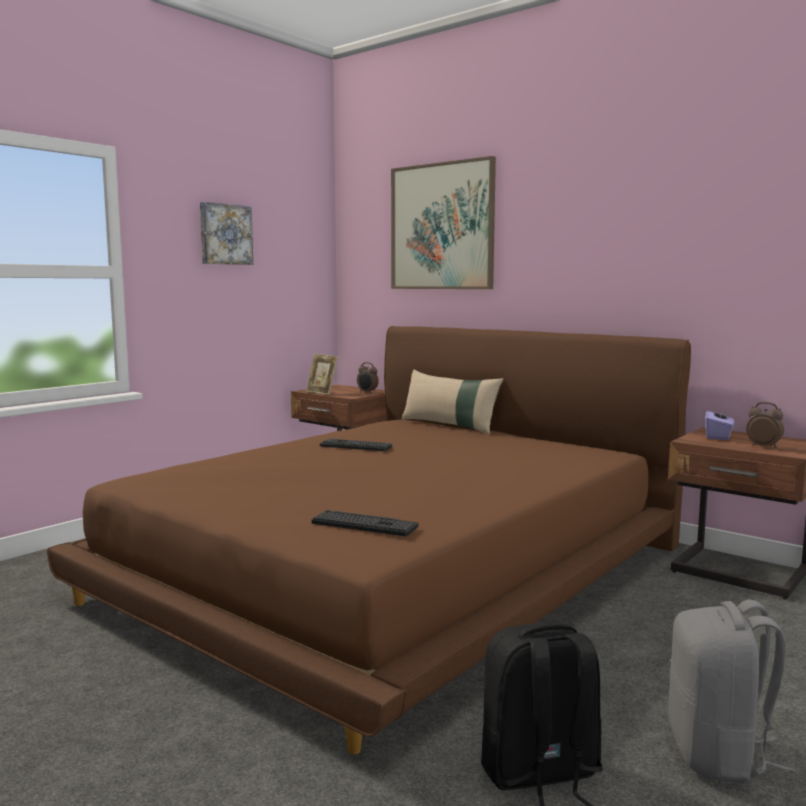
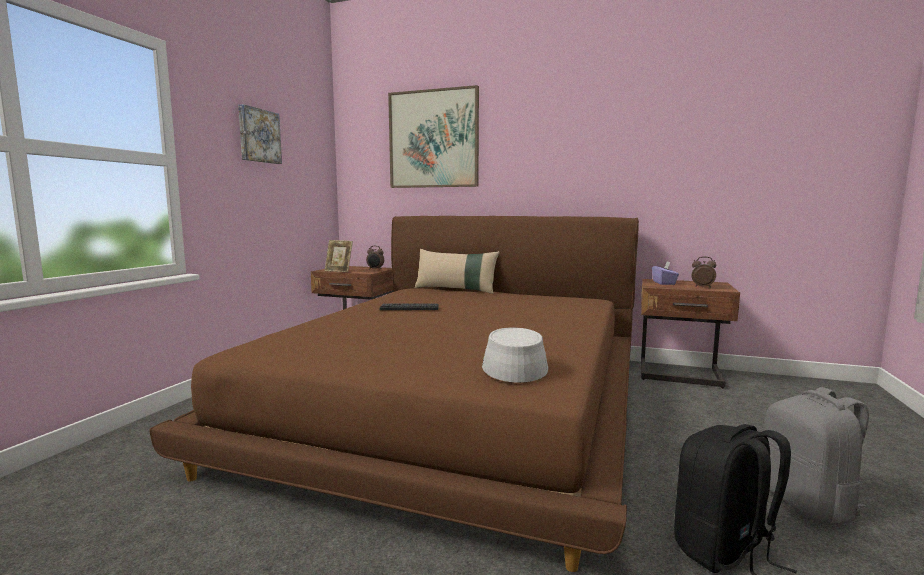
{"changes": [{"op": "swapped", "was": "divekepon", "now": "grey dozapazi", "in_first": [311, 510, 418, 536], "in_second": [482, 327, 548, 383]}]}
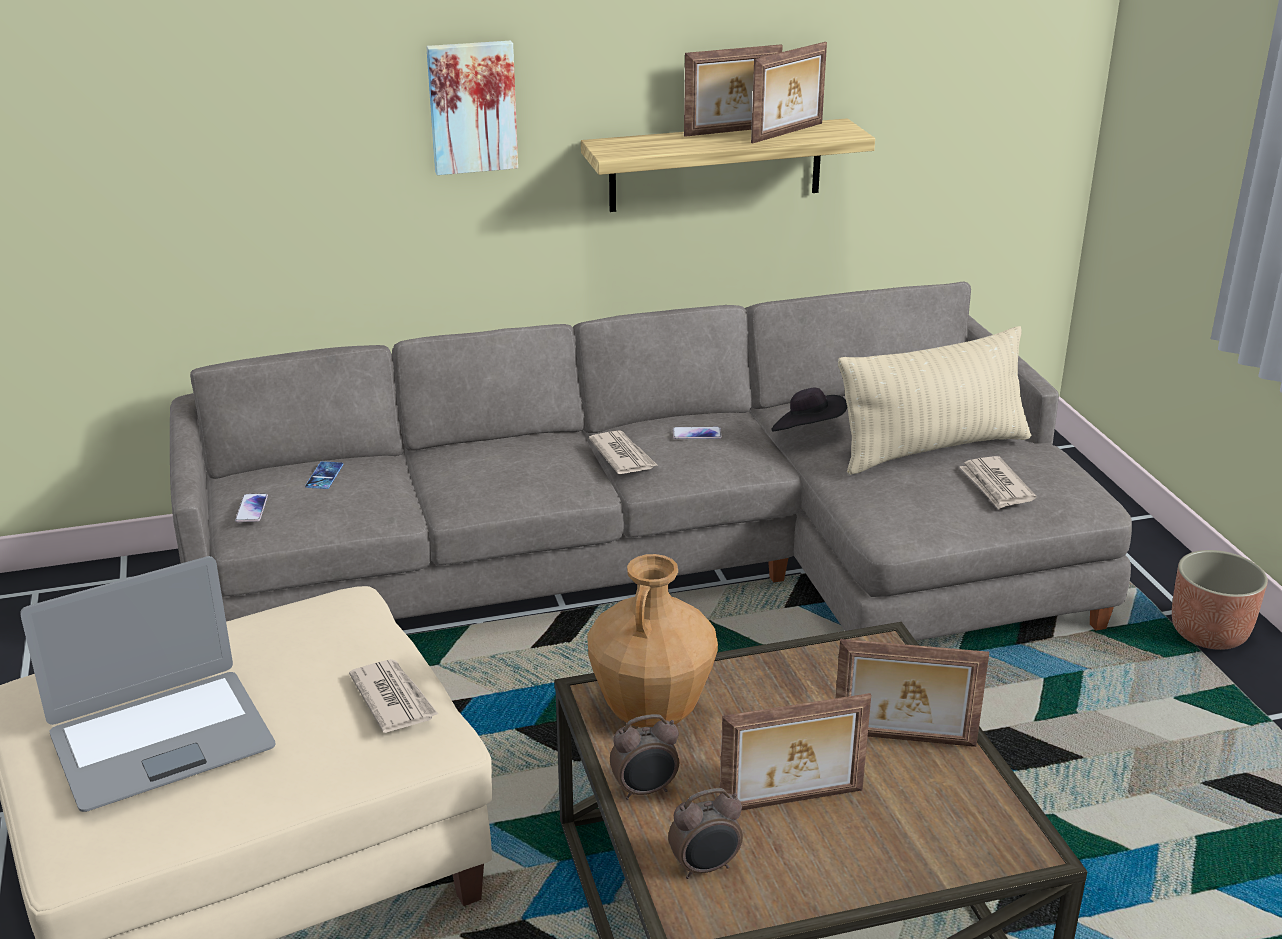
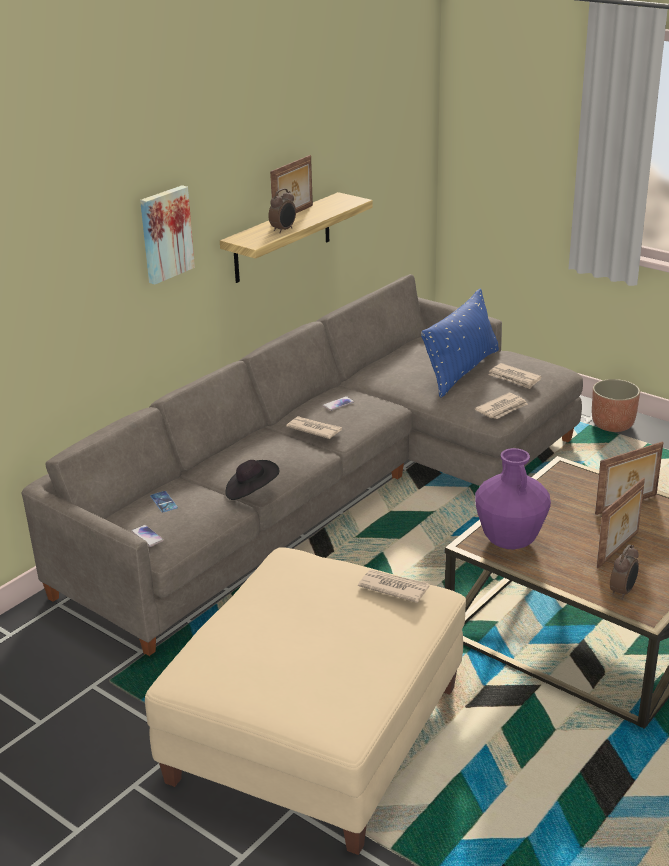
{"changes": [{"op": "gone", "was": "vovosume", "in_first": [20, 556, 276, 812]}, {"op": "repainted", "was": "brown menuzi", "now": "purple menuzi", "in_first": [587, 554, 718, 727], "in_second": [475, 448, 551, 549]}, {"op": "shifted", "was": "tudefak", "in_first": [610, 714, 679, 800], "in_second": [268, 188, 296, 234]}, {"op": "gone", "was": "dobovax", "in_first": [751, 42, 827, 144]}, {"op": "shifted", "was": "black dozapazi", "in_first": [771, 388, 847, 431], "in_second": [225, 460, 279, 500]}, {"op": "repainted", "was": "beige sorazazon", "now": "blue sorazazon", "in_first": [838, 326, 1031, 475], "in_second": [421, 288, 499, 398]}, {"op": "new", "now": "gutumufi", "in_second": [475, 393, 528, 419]}]}
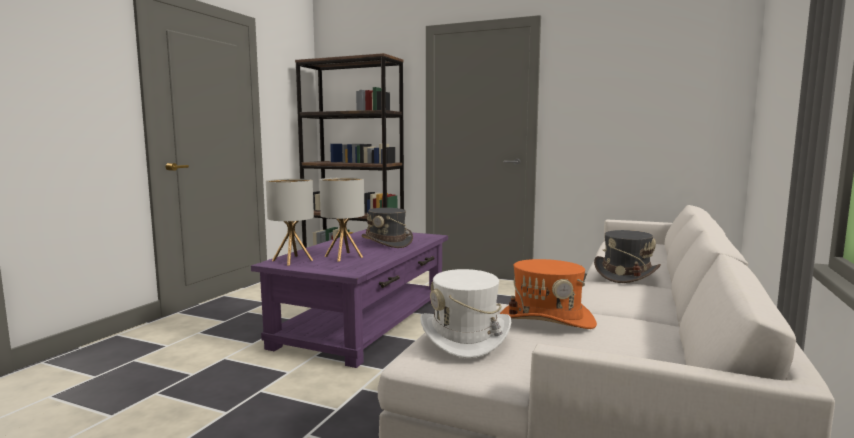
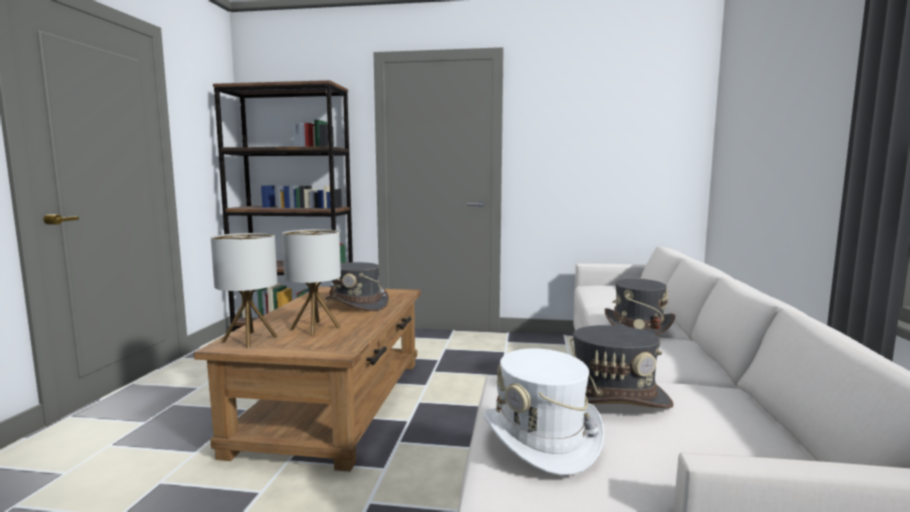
{"changes": [{"op": "repainted", "was": "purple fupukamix", "now": "brown fupukamix", "in_first": [251, 229, 448, 368], "in_second": [194, 287, 421, 472]}, {"op": "repainted", "was": "orange dozapazi", "now": "grey dozapazi", "in_first": [500, 259, 597, 329], "in_second": [570, 325, 674, 408]}]}
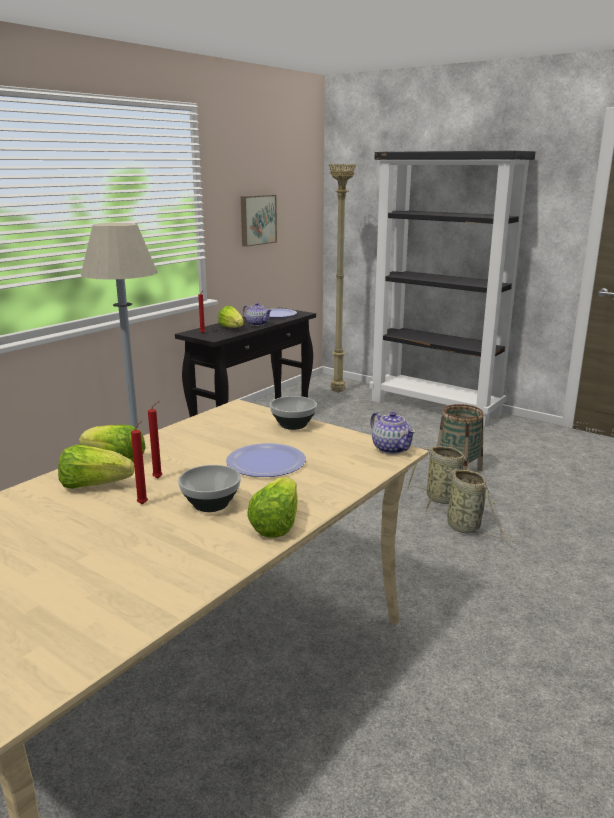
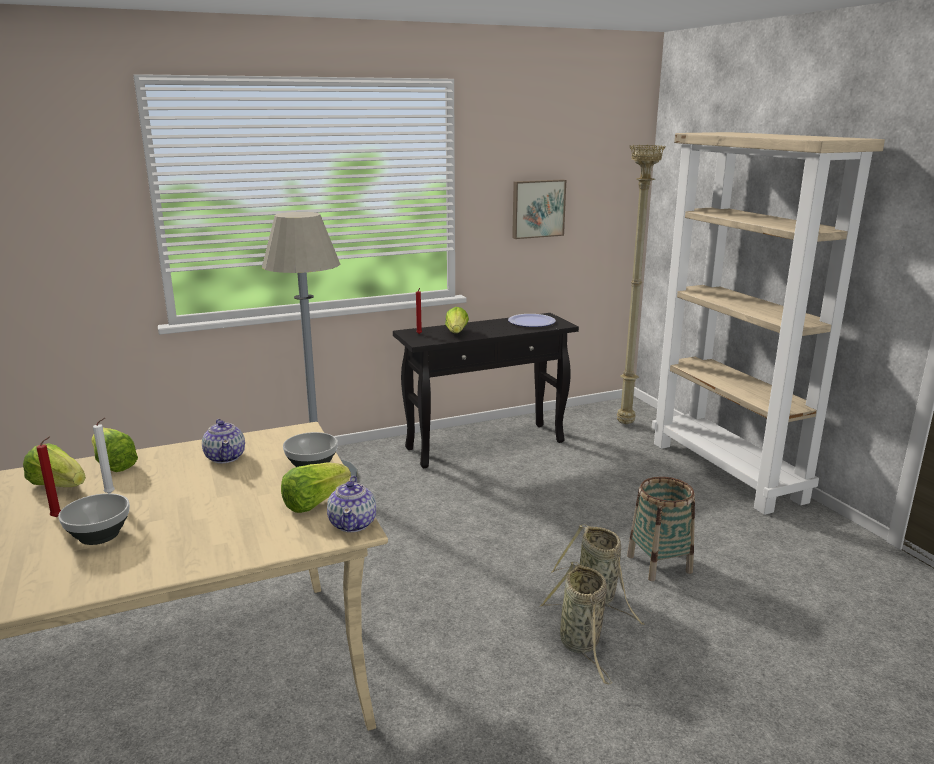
{"changes": [{"op": "repainted", "was": "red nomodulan", "now": "white nomodulan", "in_first": [148, 401, 163, 478], "in_second": [93, 418, 115, 493]}, {"op": "gone", "was": "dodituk", "in_first": [226, 443, 306, 477]}, {"op": "shifted", "was": "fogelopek", "in_first": [243, 302, 272, 326], "in_second": [202, 419, 245, 463]}, {"op": "shifted", "was": "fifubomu", "in_first": [247, 477, 298, 538], "in_second": [281, 462, 351, 513]}, {"op": "repainted", "was": "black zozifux", "now": "beige zozifux", "in_first": [369, 150, 535, 427], "in_second": [652, 132, 885, 515]}]}
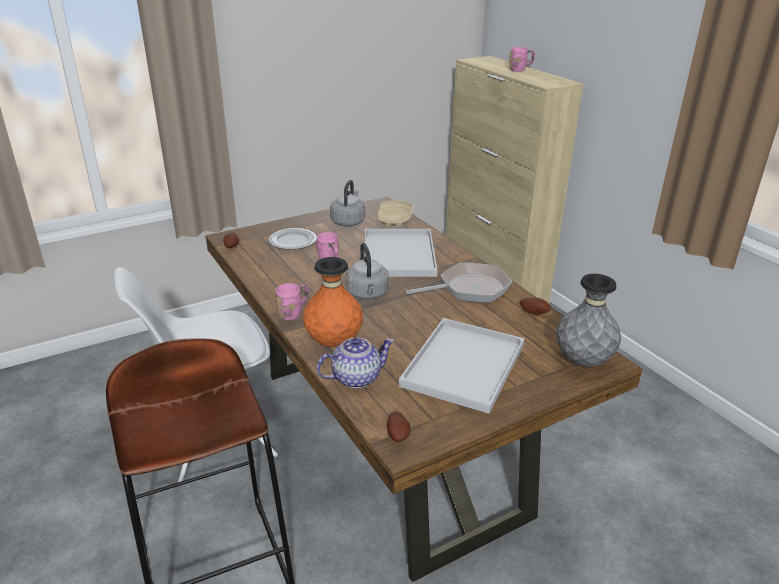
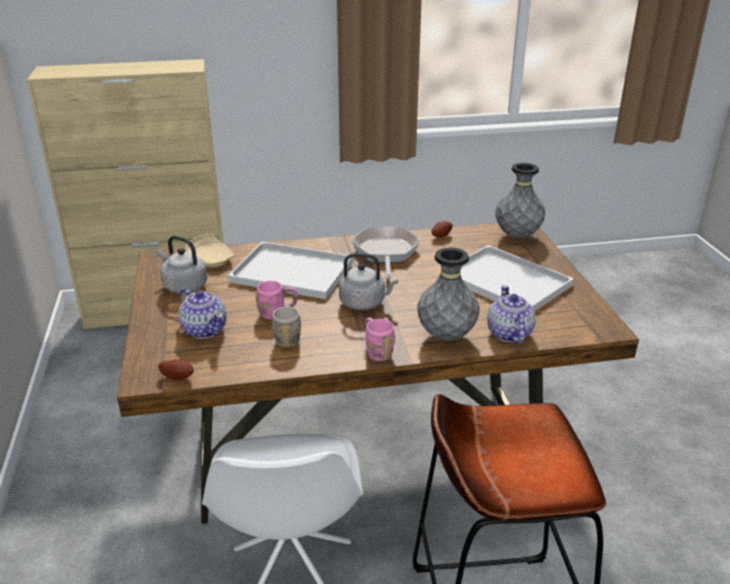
{"changes": [{"op": "swapped", "was": "dodituk", "now": "fogelopek", "in_first": [269, 228, 317, 250], "in_second": [178, 288, 227, 339]}, {"op": "repainted", "was": "orange menuzi", "now": "grey menuzi", "in_first": [303, 257, 363, 347], "in_second": [417, 248, 480, 341]}, {"op": "gone", "was": "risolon", "in_first": [387, 411, 411, 442]}, {"op": "gone", "was": "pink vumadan", "in_first": [509, 47, 535, 72]}, {"op": "new", "now": "grey vumadan", "in_second": [272, 304, 302, 348]}]}
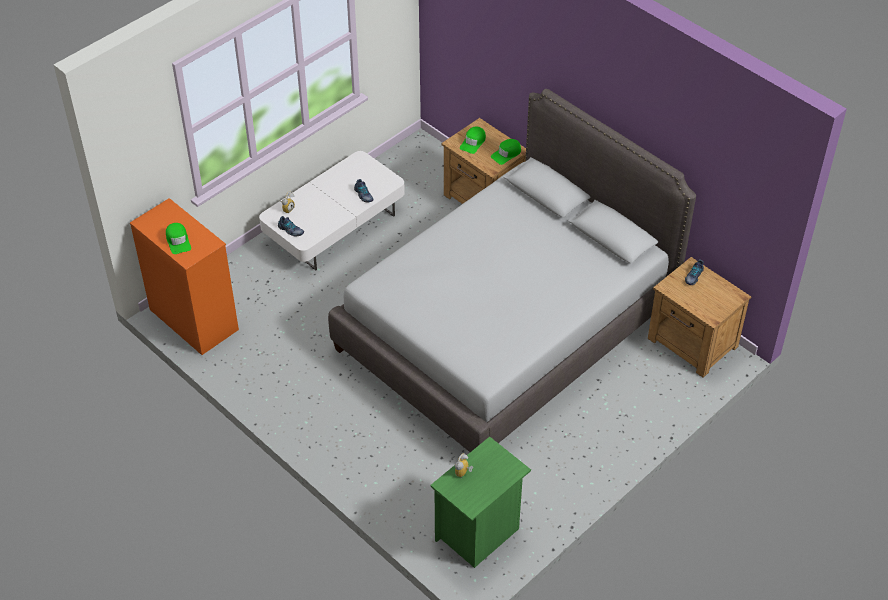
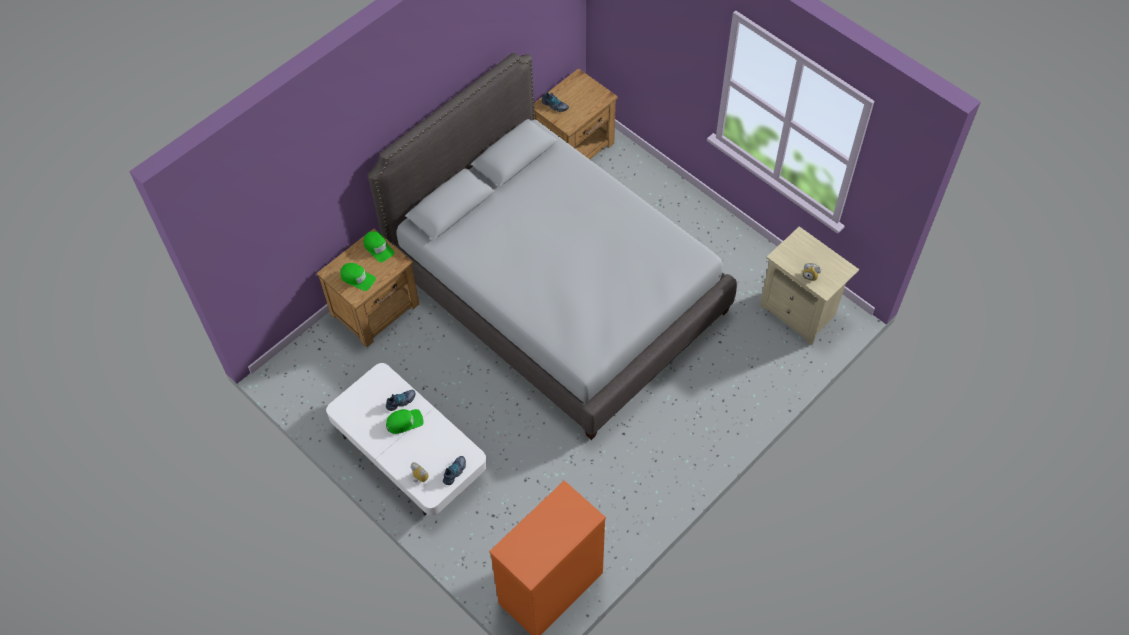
{"changes": [{"op": "shifted", "was": "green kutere", "in_first": [166, 223, 191, 254], "in_second": [386, 409, 424, 434]}, {"op": "repainted", "was": "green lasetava", "now": "beige lasetava", "in_first": [430, 437, 531, 568], "in_second": [759, 226, 859, 345]}]}
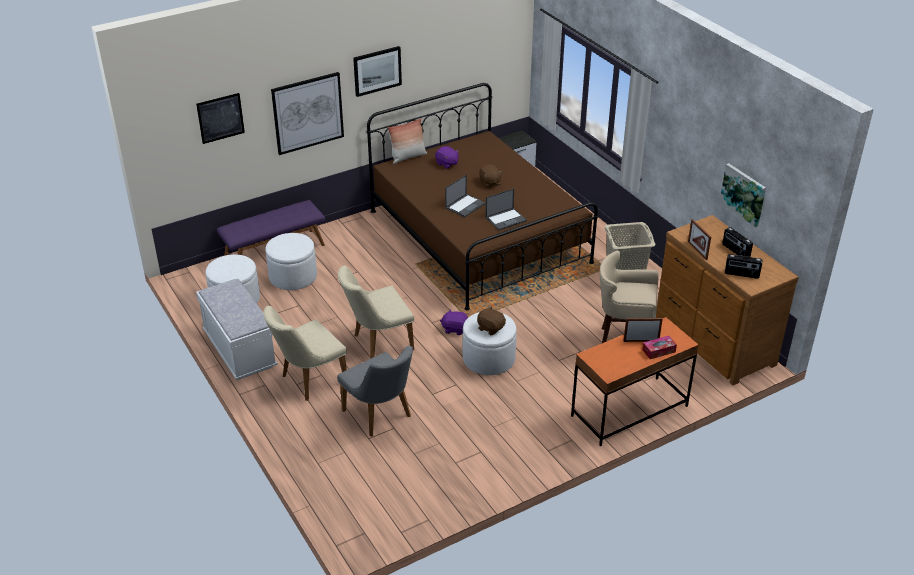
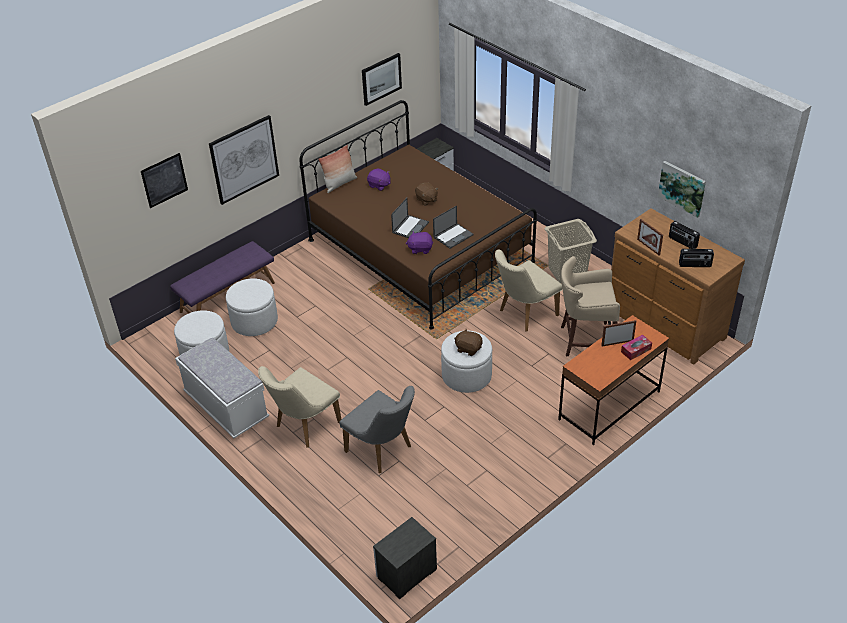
{"changes": [{"op": "shifted", "was": "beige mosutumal", "in_first": [338, 266, 414, 359], "in_second": [495, 250, 562, 332]}, {"op": "shifted", "was": "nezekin", "in_first": [353, 46, 402, 97], "in_second": [362, 53, 402, 106]}, {"op": "shifted", "was": "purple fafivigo", "in_first": [440, 310, 468, 335], "in_second": [406, 231, 433, 254]}, {"op": "new", "now": "lasetava", "in_second": [373, 517, 437, 599]}]}
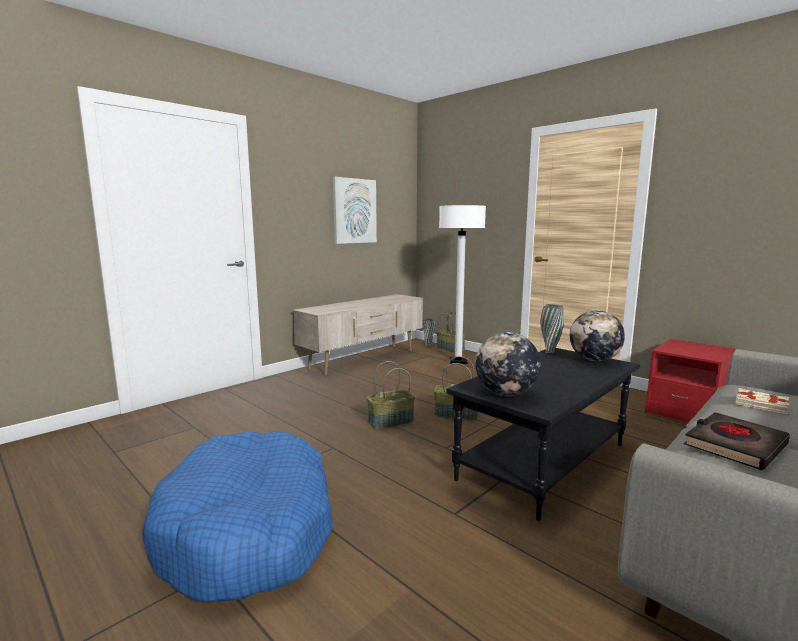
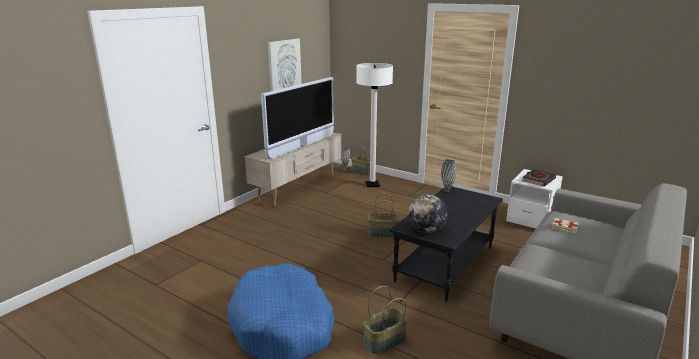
{"changes": [{"op": "shifted", "was": "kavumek", "in_first": [367, 361, 415, 429], "in_second": [363, 286, 408, 354]}, {"op": "gone", "was": "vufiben", "in_first": [570, 310, 625, 361]}, {"op": "repainted", "was": "red lasetava", "now": "white lasetava", "in_first": [645, 339, 735, 423], "in_second": [506, 169, 563, 229]}, {"op": "shifted", "was": "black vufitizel", "in_first": [684, 412, 790, 470], "in_second": [522, 169, 556, 187]}, {"op": "new", "now": "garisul", "in_second": [261, 77, 334, 159]}]}
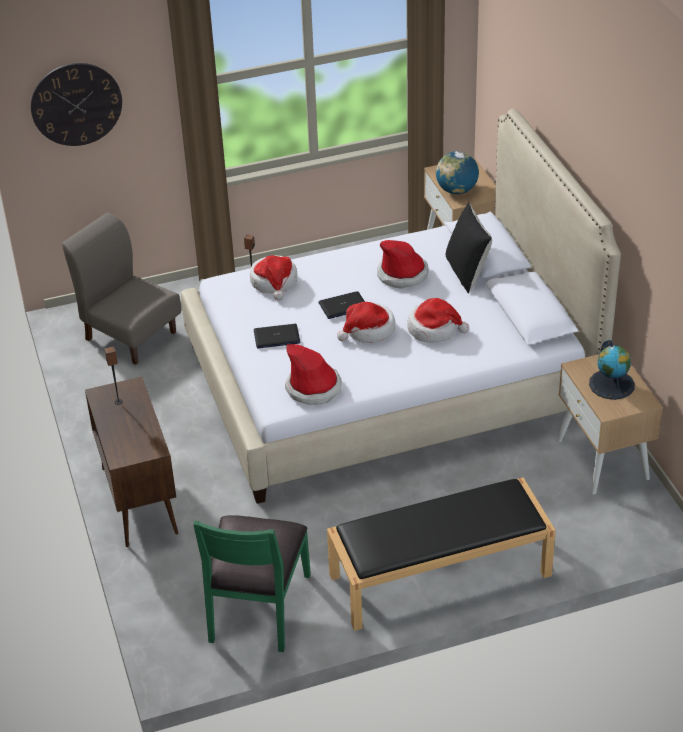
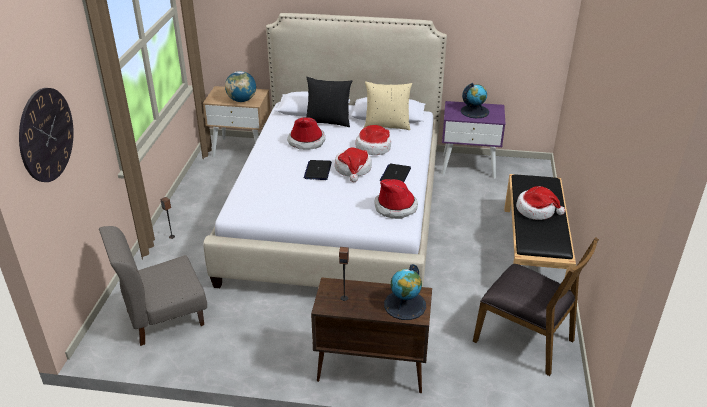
{"changes": [{"op": "repainted", "was": "green mosutumal", "now": "brown mosutumal", "in_first": [193, 515, 311, 652], "in_second": [473, 237, 599, 376]}, {"op": "shifted", "was": "dozapazi", "in_first": [250, 255, 298, 301], "in_second": [516, 186, 565, 220]}, {"op": "shifted", "was": "vovosume", "in_first": [254, 324, 300, 348], "in_second": [380, 163, 411, 182]}, {"op": "repainted", "was": "beige lasetava", "now": "purple lasetava", "in_first": [557, 354, 663, 494], "in_second": [442, 101, 505, 179]}, {"op": "new", "now": "beige sorazazon", "in_second": [364, 81, 412, 130]}, {"op": "new", "now": "vufiben", "in_second": [384, 264, 426, 320]}]}
